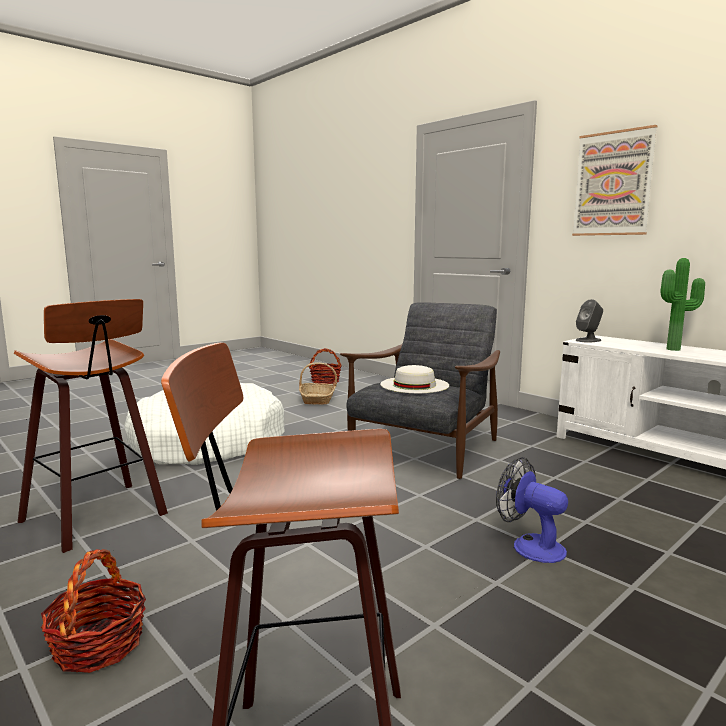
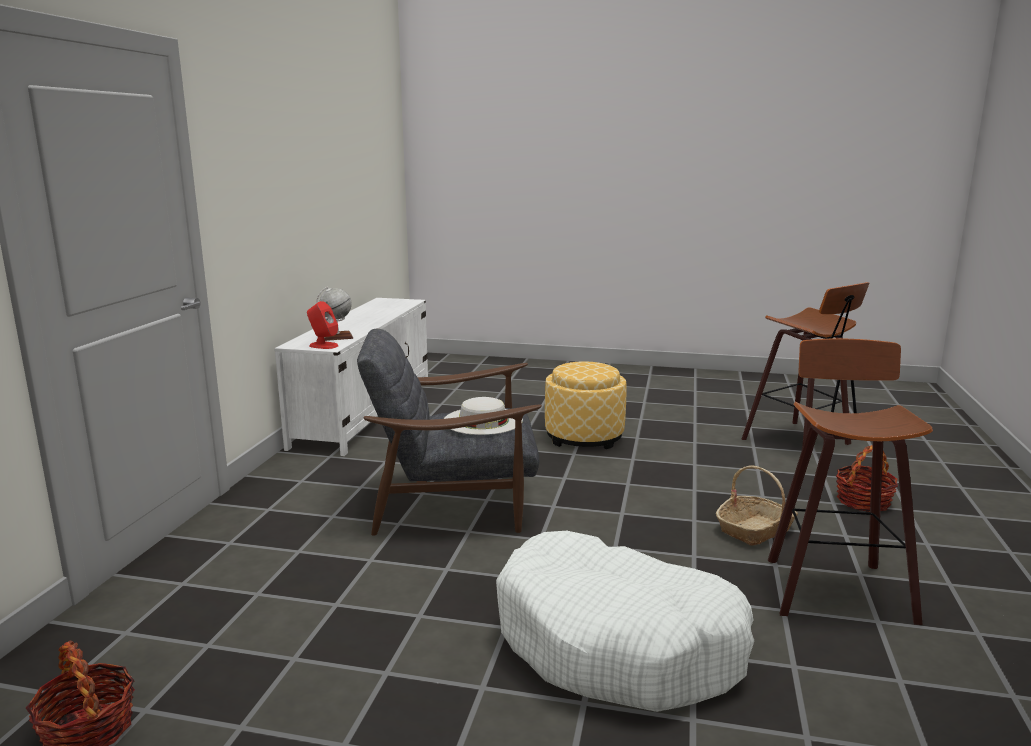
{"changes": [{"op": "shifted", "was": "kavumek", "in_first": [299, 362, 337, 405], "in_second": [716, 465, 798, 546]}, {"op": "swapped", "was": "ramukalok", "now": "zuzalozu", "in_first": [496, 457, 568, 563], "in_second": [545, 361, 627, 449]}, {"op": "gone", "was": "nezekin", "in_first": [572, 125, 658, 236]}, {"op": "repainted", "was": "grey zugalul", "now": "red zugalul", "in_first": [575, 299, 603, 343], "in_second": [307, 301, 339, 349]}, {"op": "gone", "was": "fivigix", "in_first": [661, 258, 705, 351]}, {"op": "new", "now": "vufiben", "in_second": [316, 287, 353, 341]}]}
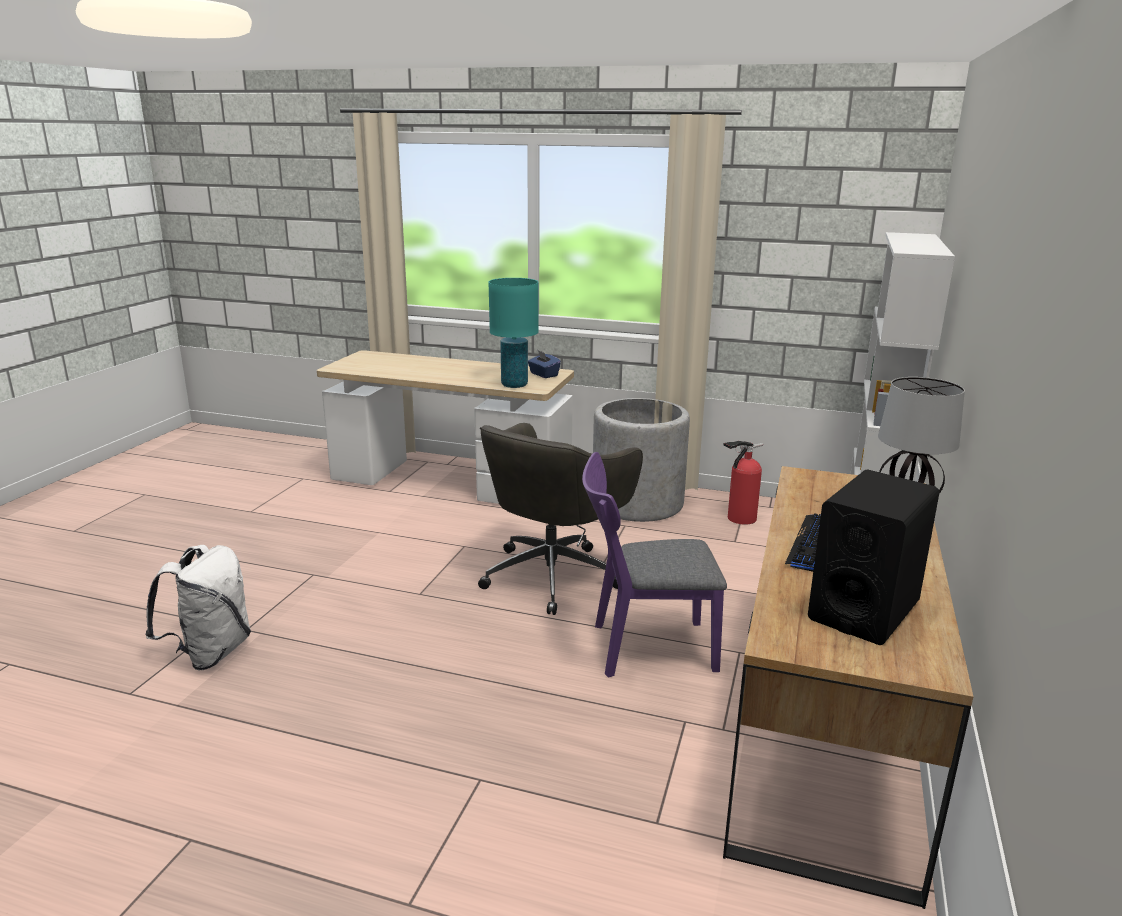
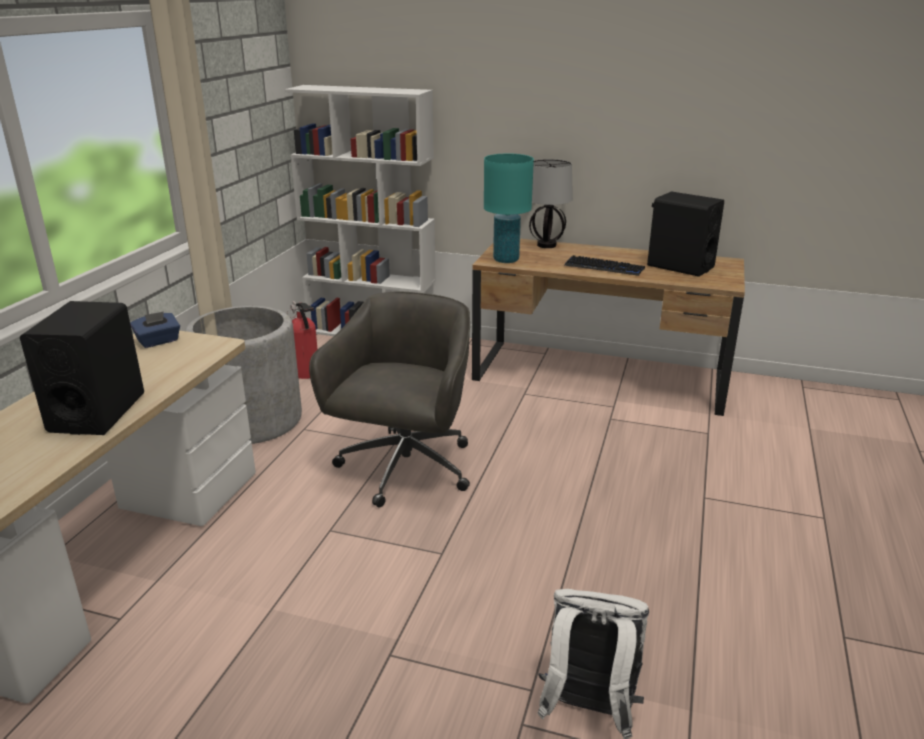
{"changes": [{"op": "rotated", "was": "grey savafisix", "in_first": [478, 423, 643, 615], "in_second": [309, 292, 470, 507], "clockwise": -105}, {"op": "shifted", "was": "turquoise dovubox", "in_first": [489, 278, 539, 388], "in_second": [484, 154, 534, 263]}, {"op": "gone", "was": "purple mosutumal", "in_first": [582, 452, 727, 678]}, {"op": "new", "now": "black zugalul", "in_second": [20, 301, 144, 435]}]}
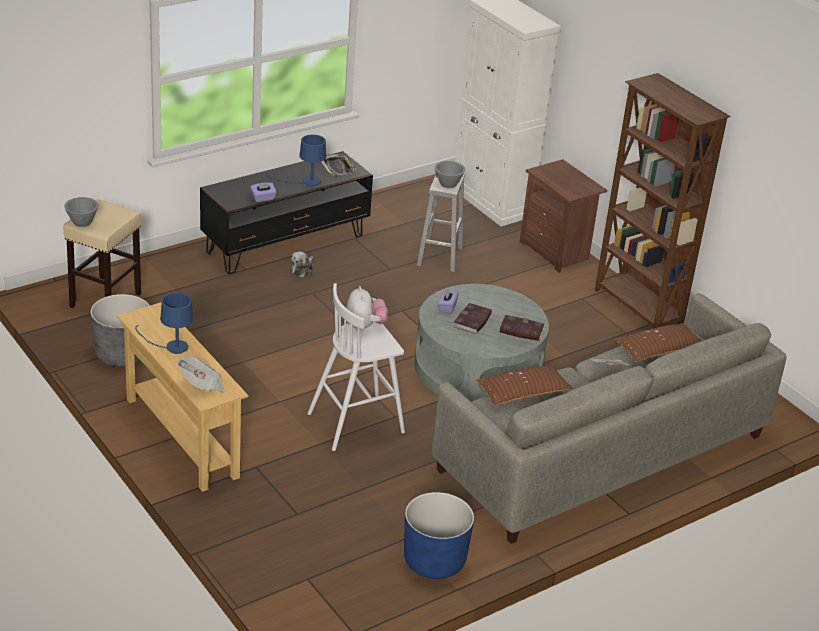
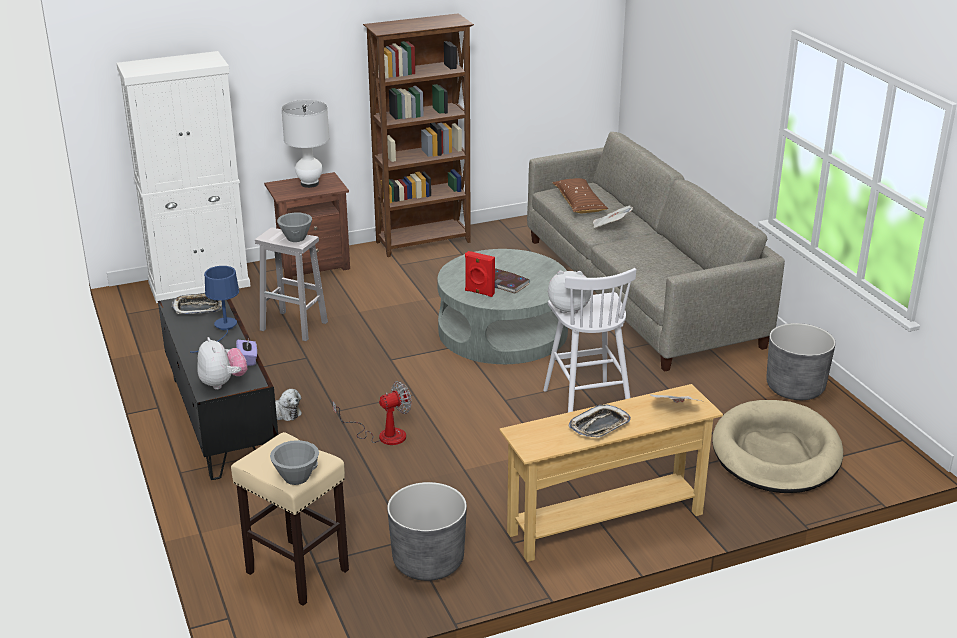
{"changes": [{"op": "swapped", "was": "blue dovubox", "now": "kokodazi", "in_first": [135, 292, 193, 354], "in_second": [569, 405, 631, 438]}, {"op": "repainted", "was": "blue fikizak", "now": "grey fikizak", "in_first": [404, 492, 474, 579], "in_second": [766, 323, 836, 400]}, {"op": "swapped", "was": "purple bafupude", "now": "red zugalul", "in_first": [438, 289, 459, 314], "in_second": [465, 251, 495, 297]}, {"op": "gone", "was": "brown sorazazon", "in_first": [476, 364, 573, 405]}, {"op": "gone", "was": "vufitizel", "in_first": [499, 315, 545, 341]}, {"op": "new", "now": "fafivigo", "in_second": [197, 337, 248, 389]}, {"op": "new", "now": "white dovubox", "in_second": [281, 100, 329, 188]}, {"op": "new", "now": "ramukalok", "in_second": [333, 381, 412, 445]}, {"op": "new", "now": "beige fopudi", "in_second": [712, 400, 843, 493]}]}
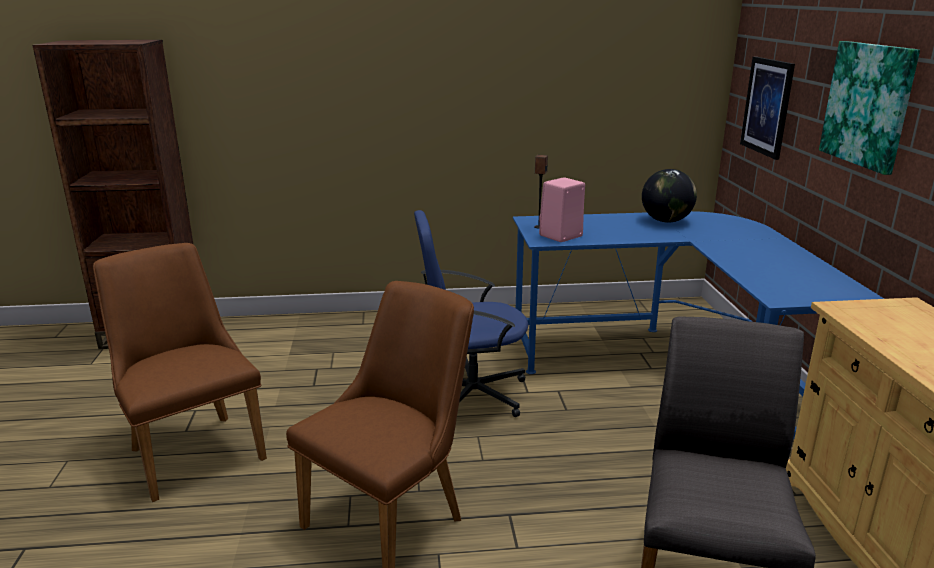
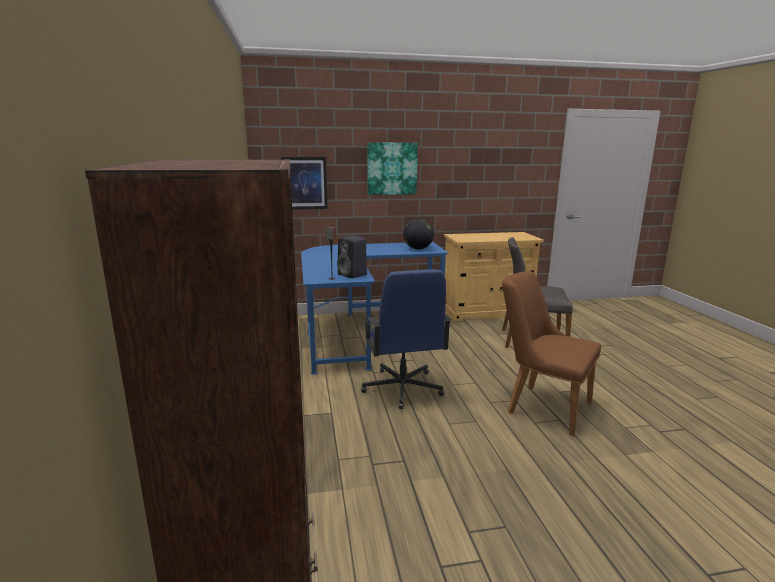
{"changes": [{"op": "gone", "was": "brown mosutumal", "in_first": [93, 243, 267, 502]}, {"op": "repainted", "was": "pink zugalul", "now": "black zugalul", "in_first": [539, 177, 585, 242], "in_second": [337, 236, 367, 278]}, {"op": "shifted", "was": "vufiben", "in_first": [642, 169, 697, 223], "in_second": [403, 219, 434, 249]}]}
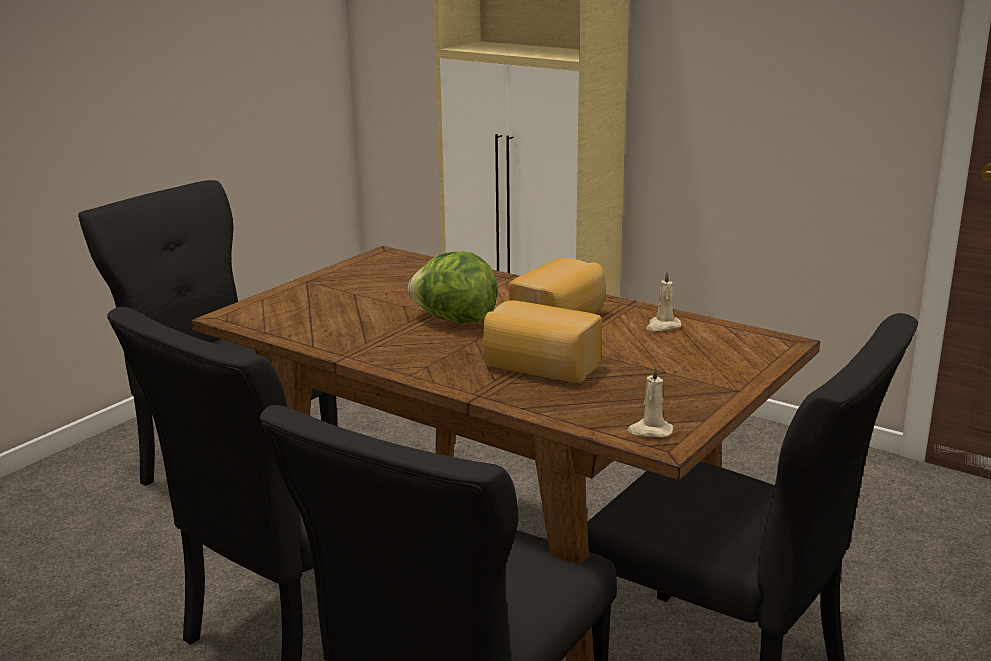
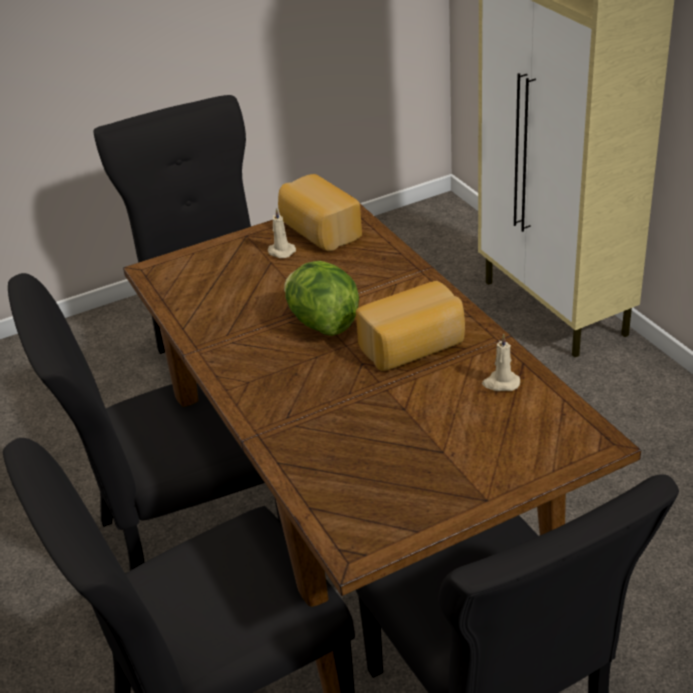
{"changes": [{"op": "shifted", "was": "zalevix", "in_first": [483, 300, 602, 383], "in_second": [278, 174, 362, 251]}, {"op": "shifted", "was": "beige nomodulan", "in_first": [628, 364, 673, 438], "in_second": [268, 208, 296, 258]}]}
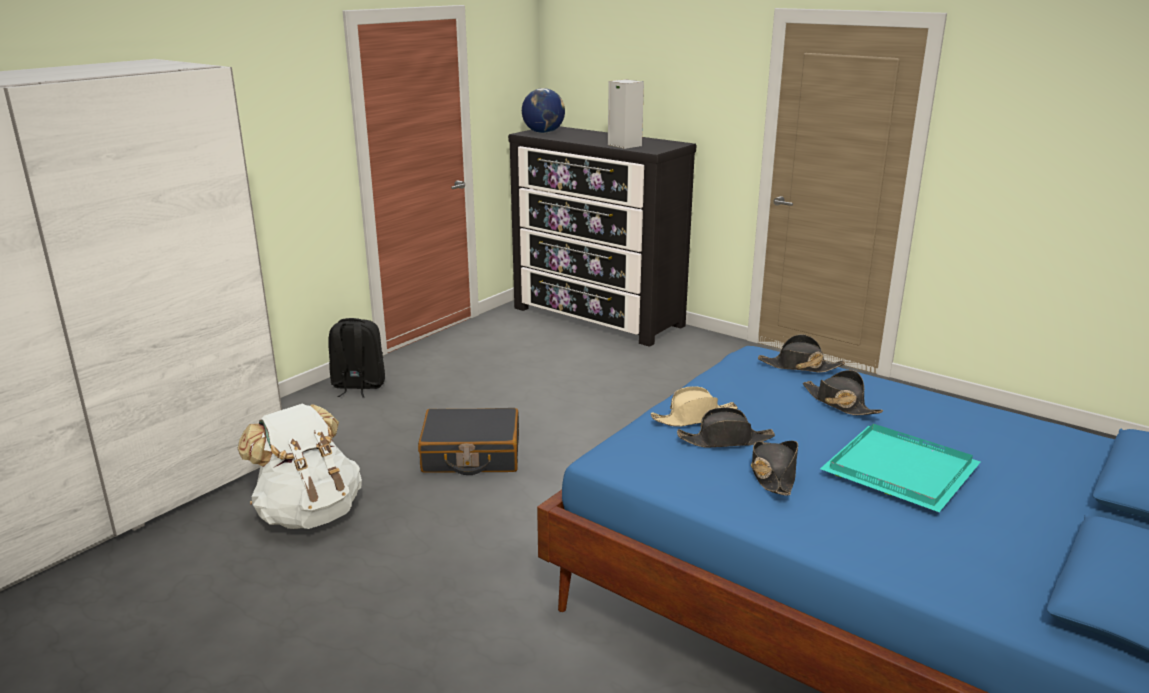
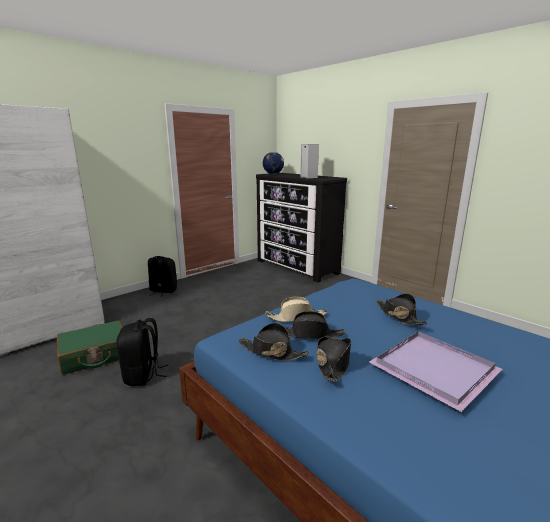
{"changes": [{"op": "swapped", "was": "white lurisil", "now": "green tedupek", "in_first": [238, 404, 362, 529], "in_second": [57, 321, 122, 375]}, {"op": "gone", "was": "black tedupek", "in_first": [418, 408, 519, 475]}, {"op": "shifted", "was": "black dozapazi", "in_first": [758, 334, 845, 372], "in_second": [238, 323, 309, 361]}, {"op": "repainted", "was": "turquoise kokodazi", "now": "purple kokodazi", "in_first": [820, 424, 980, 512], "in_second": [369, 331, 502, 412]}, {"op": "new", "now": "black lurisil", "in_second": [117, 318, 168, 386]}]}
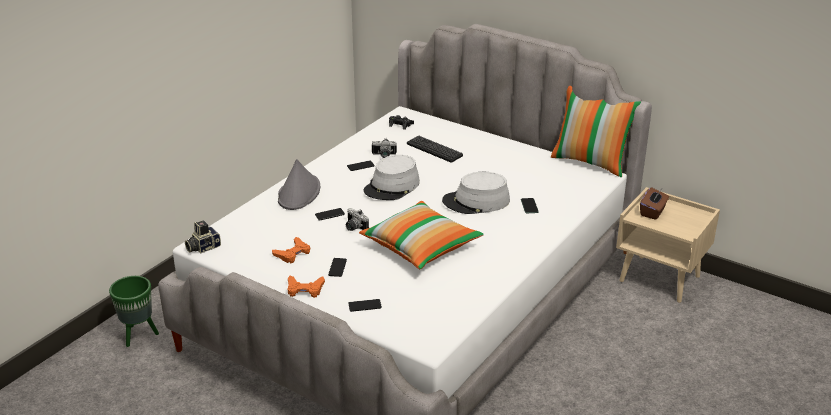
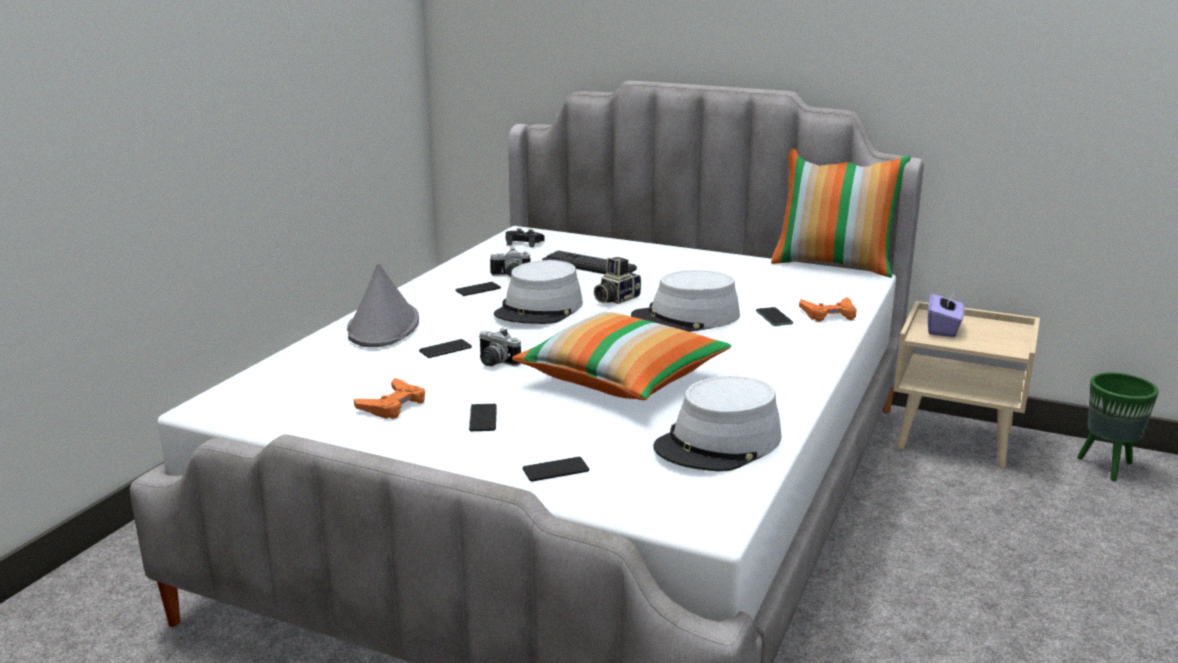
{"changes": [{"op": "shifted", "was": "green fikizak", "in_first": [109, 276, 159, 347], "in_second": [1077, 372, 1159, 481]}, {"op": "shifted", "was": "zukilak", "in_first": [185, 221, 221, 253], "in_second": [594, 257, 641, 304]}, {"op": "shifted", "was": "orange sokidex", "in_first": [288, 275, 325, 298], "in_second": [799, 297, 857, 322]}, {"op": "repainted", "was": "brown bafupude", "now": "purple bafupude", "in_first": [640, 187, 669, 220], "in_second": [928, 292, 964, 337]}, {"op": "new", "now": "grey dozapazi", "in_second": [653, 375, 782, 472]}]}
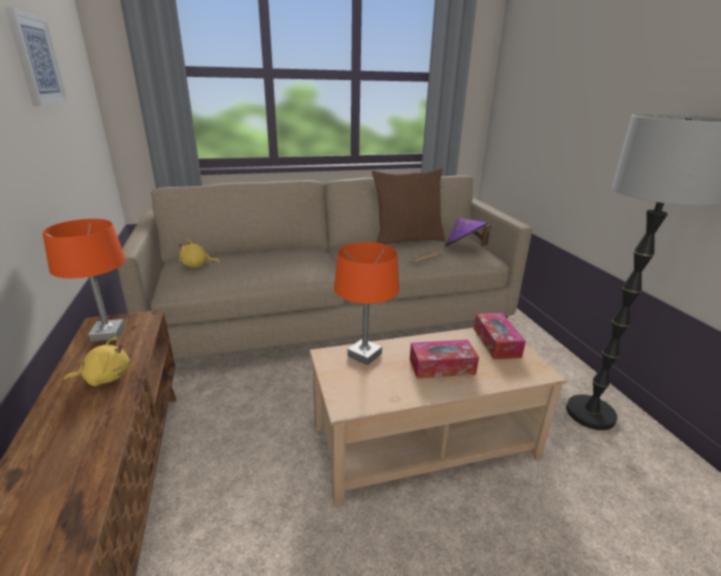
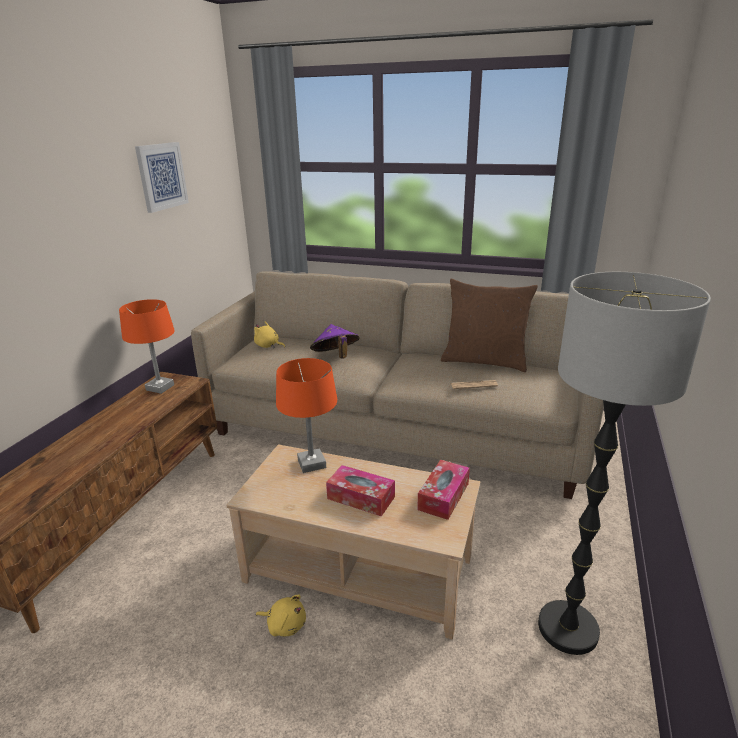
{"changes": [{"op": "shifted", "was": "yellow fafivigo", "in_first": [64, 337, 130, 386], "in_second": [256, 595, 306, 637]}, {"op": "shifted", "was": "purple dozapazi", "in_first": [445, 218, 491, 247], "in_second": [310, 324, 359, 358]}]}
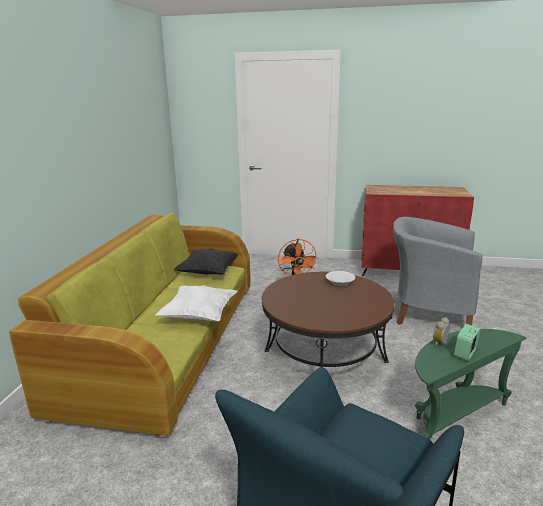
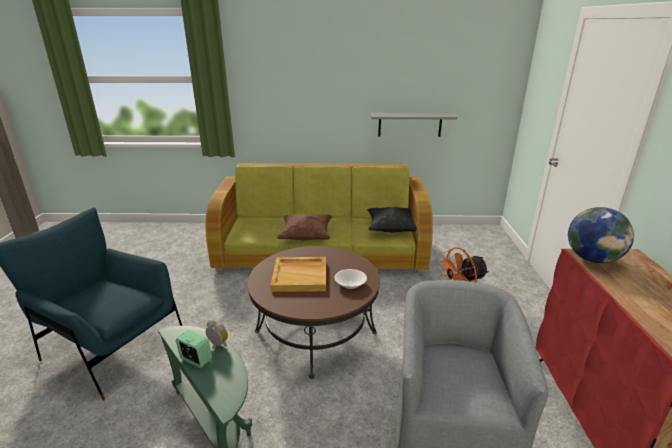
{"changes": [{"op": "repainted", "was": "white sorazazon", "now": "brown sorazazon", "in_first": [155, 286, 238, 322], "in_second": [276, 213, 333, 241]}, {"op": "new", "now": "beige kokodazi", "in_second": [270, 257, 326, 292]}, {"op": "new", "now": "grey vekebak", "in_second": [370, 112, 457, 137]}, {"op": "new", "now": "vufiben", "in_second": [568, 207, 634, 263]}]}
